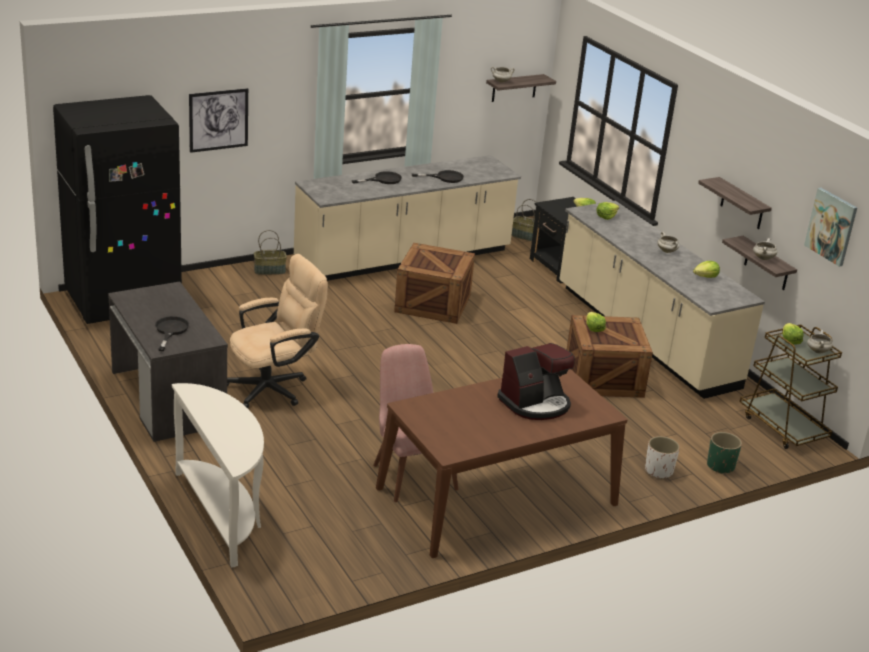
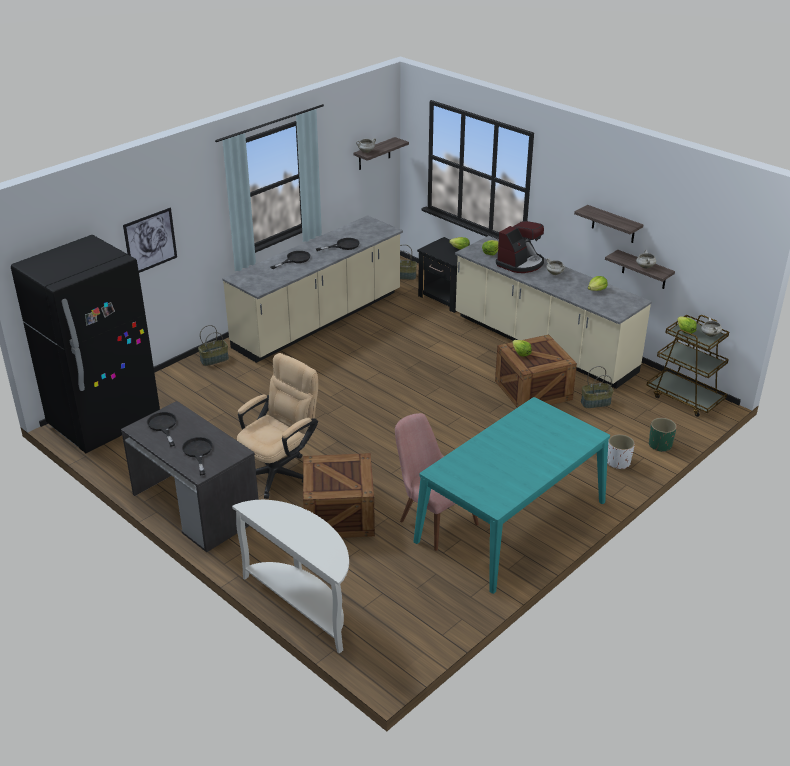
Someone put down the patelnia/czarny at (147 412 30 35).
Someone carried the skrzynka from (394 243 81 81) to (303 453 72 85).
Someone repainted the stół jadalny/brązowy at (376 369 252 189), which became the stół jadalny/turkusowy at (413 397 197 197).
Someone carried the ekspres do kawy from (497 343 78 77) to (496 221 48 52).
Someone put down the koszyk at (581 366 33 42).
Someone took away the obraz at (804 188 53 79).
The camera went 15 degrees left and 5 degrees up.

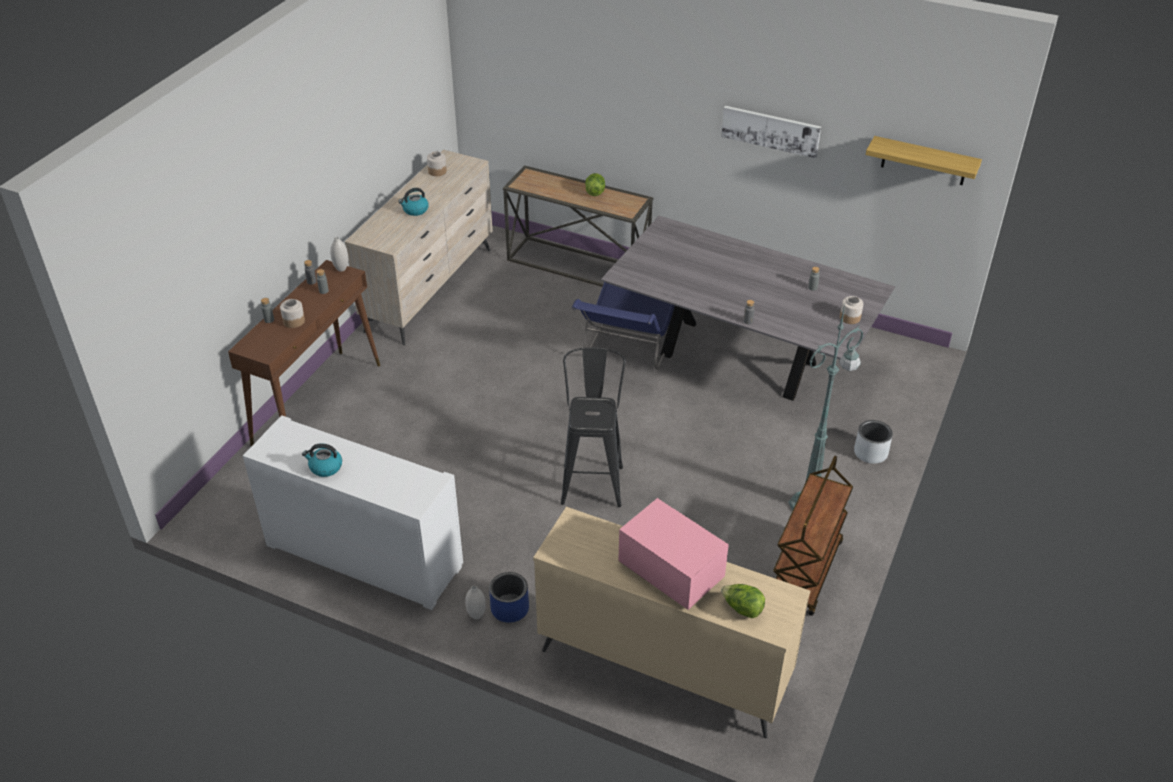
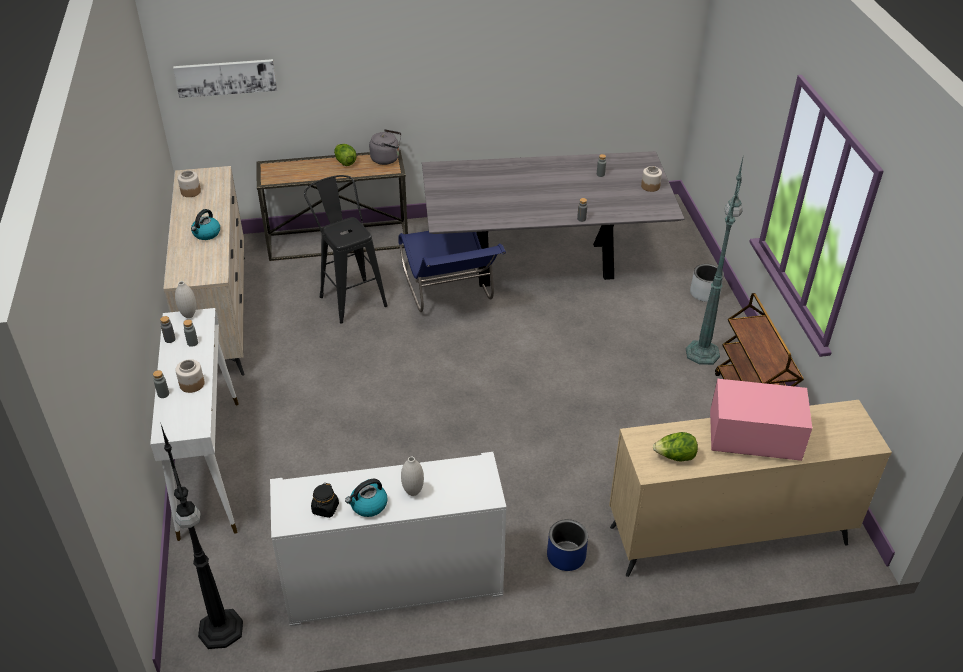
Someone repainted the stolik konsolowy/brązowy at (228 260 152 186), which became the stolik konsolowy/biały at (150 308 89 233).
Someone put down the lampa stojąca/czarny at (161 425 82 224).
Someone carried the obraz from (721 106 100 52) to (173 59 104 39).
Someone carried the stołek/czarny from (561 348 65 159) to (304 175 84 149).
Someone put down the słoik/czarny at (311 483 28 35).
Someone put down the czajnik/szary at (369 129 32 36).
Someone carried the wazon/biały from (465 586 21 33) to (401 456 23 40).
Someone carried the sałata from (721 584 44 34) to (653 432 45 29).
Someone took away the półka at (866 136 116 49).
The camera went 35 degrees left and 0 degrees up.

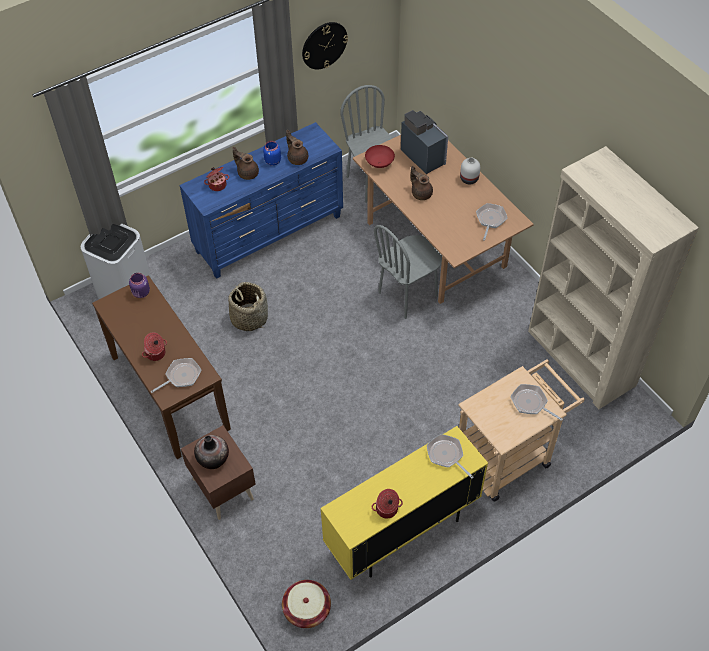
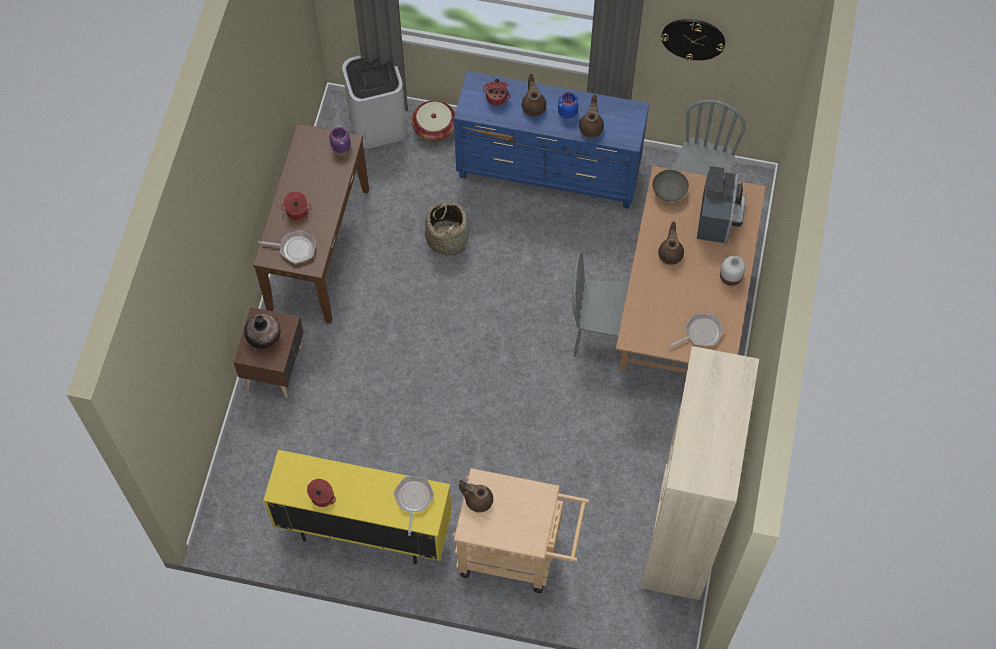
Someone carried the koszyk from (282 580 49 48) to (412 100 43 41).
Someone put down the imbryk/brązowy at (459 480 34 33).
Someone repainted the miska/czerwony at (365 145 30 23), which became the miska/szary at (652 170 37 32).
Someone took away the patelnia at (511 384 52 37).
The camera went 45 degrees right and 10 degrees up.

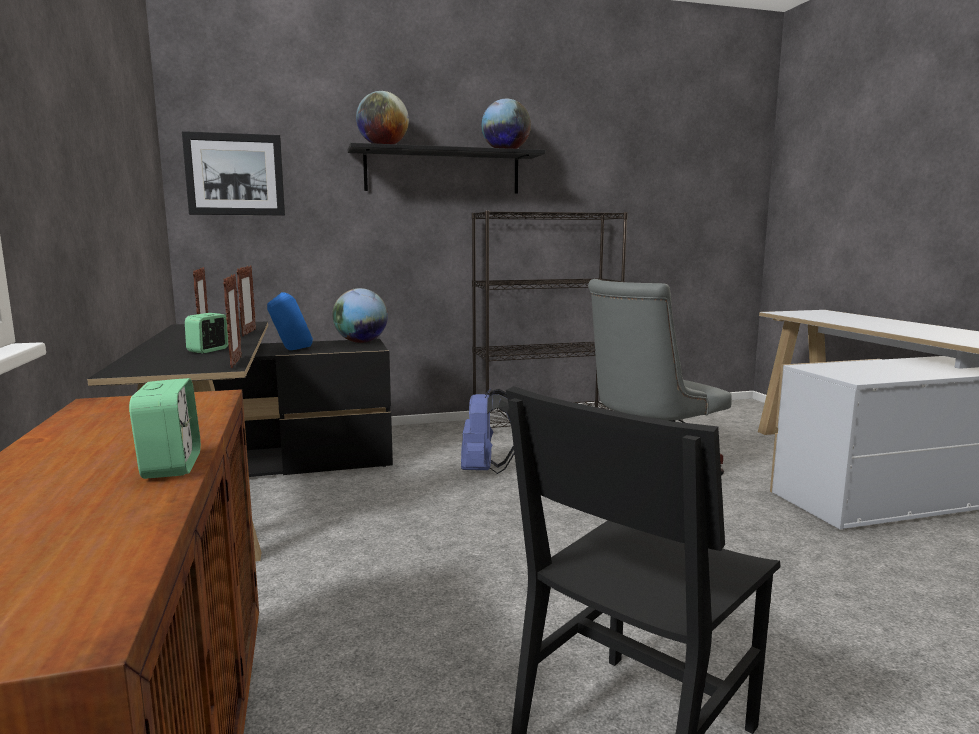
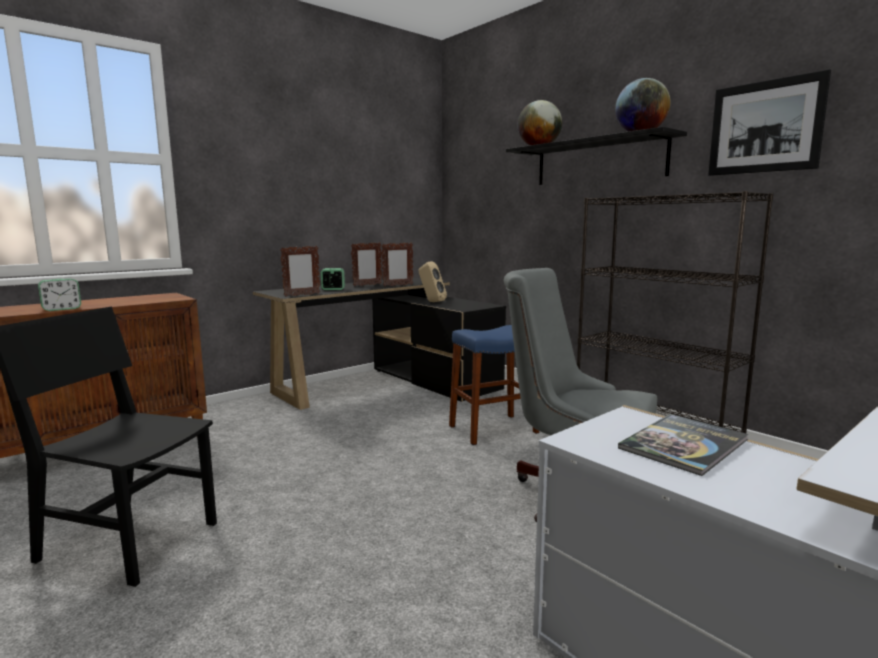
Someone repainted the głośnik/niebieski at (267 292 46 58), which became the głośnik/beżowy at (418 262 29 40).
Someone swapped the plecak/niebieski at (461 388 53 86) for the stołek/niebieski at (449 325 90 120).
Someone put down the książka at (618 414 131 62).
Someone carried the obraz from (182 131 103 84) to (708 69 123 107).
Someone took away the globus at (332 288 56 55).
The camera went 65 degrees right and 0 degrees up.

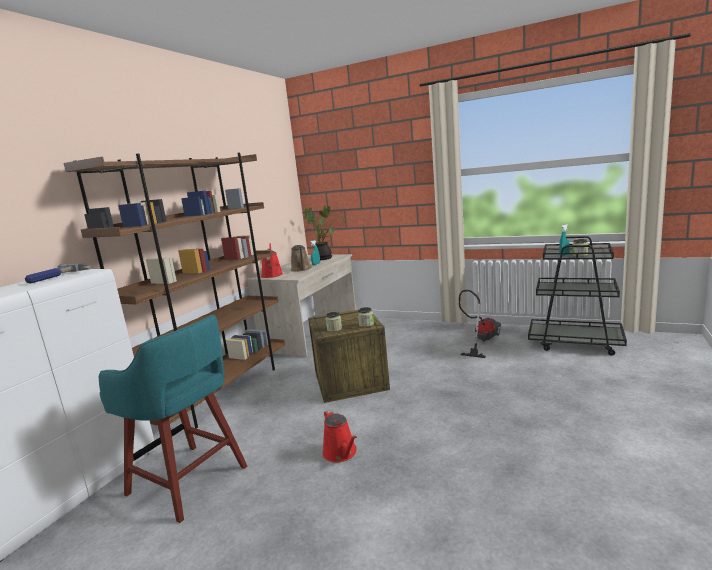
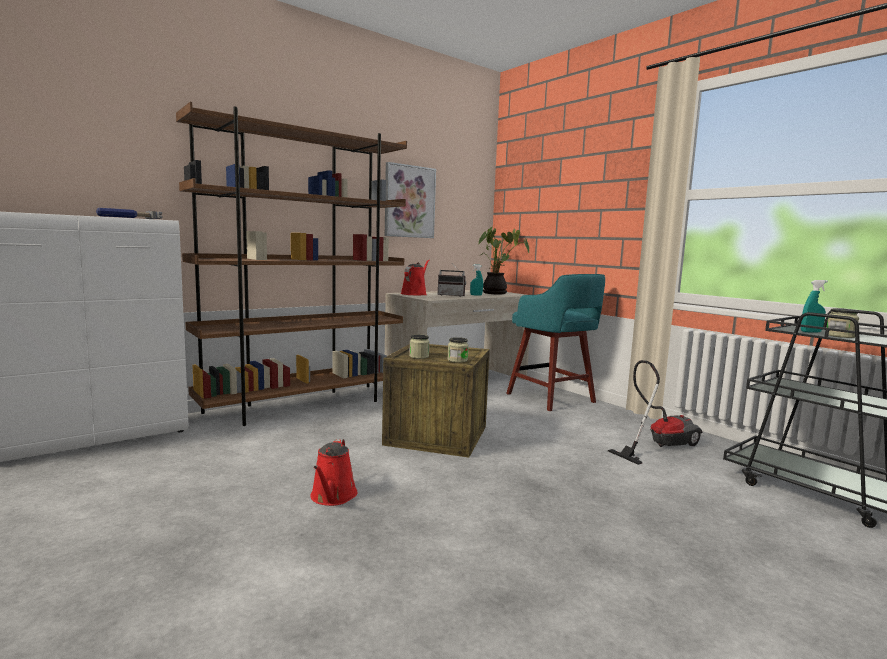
Someone put up the obraz at (385 162 51 76).
Someone swapped the konewka/brązowy at (291 245 20 27) for the radio at (438 268 28 29).
Someone carried the stołek/turkusowy from (98 314 149 209) to (506 274 99 137).
The camera went 25 degrees right and 5 degrees down.

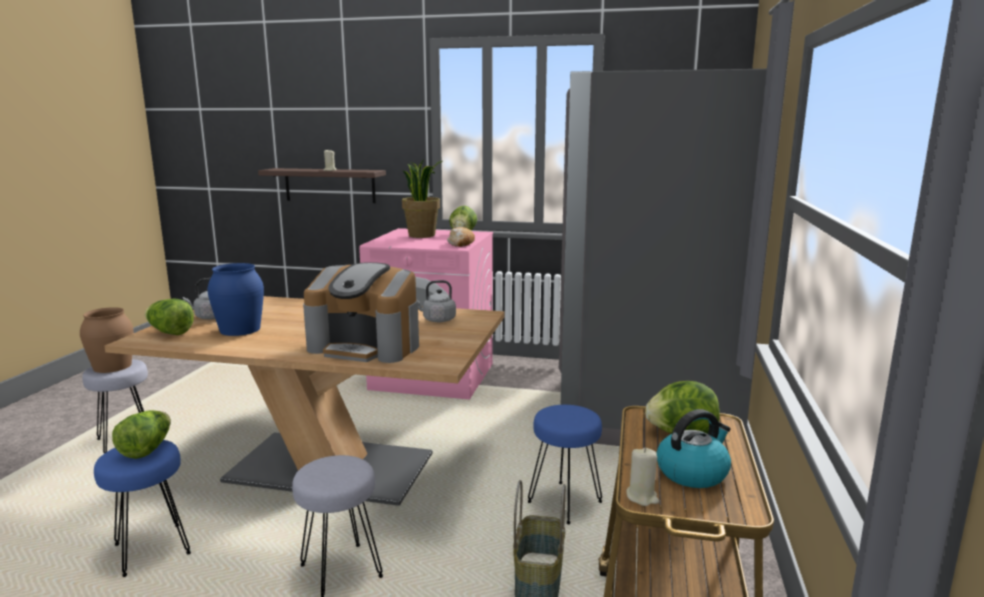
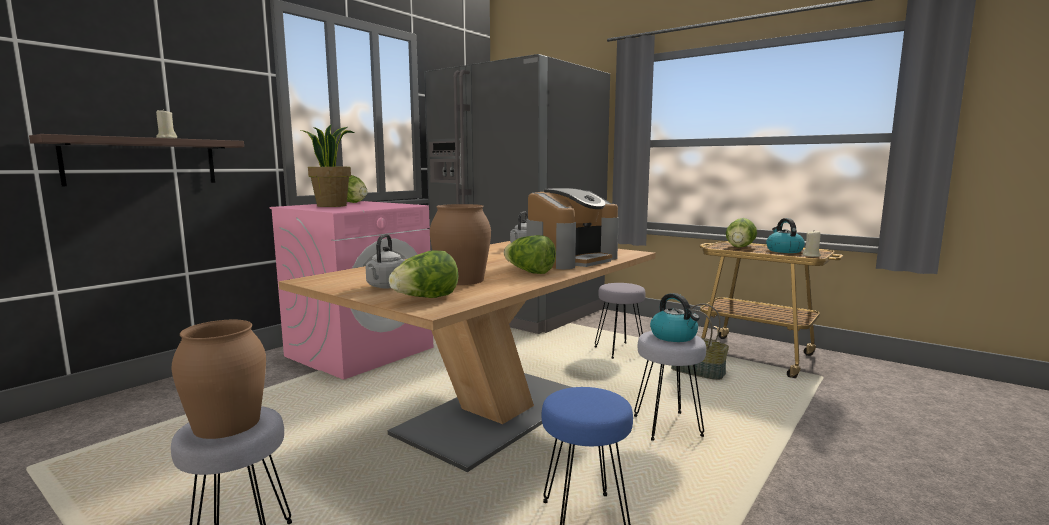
Someone repainted the wazon/niebieski at (207 263 57 73), which became the wazon/brązowy at (430 204 61 81).
Someone carried the sałata from (112 410 59 49) to (504 235 52 39).
Someone repainted the stołek/niebieski at (528 405 74 119), which became the stołek/szary at (595 283 51 76).
Someone put down the czajnik at (650 293 50 49).
Someone took away the chleb at (447 227 28 20).
The camera went 65 degrees left and 5 degrees down.

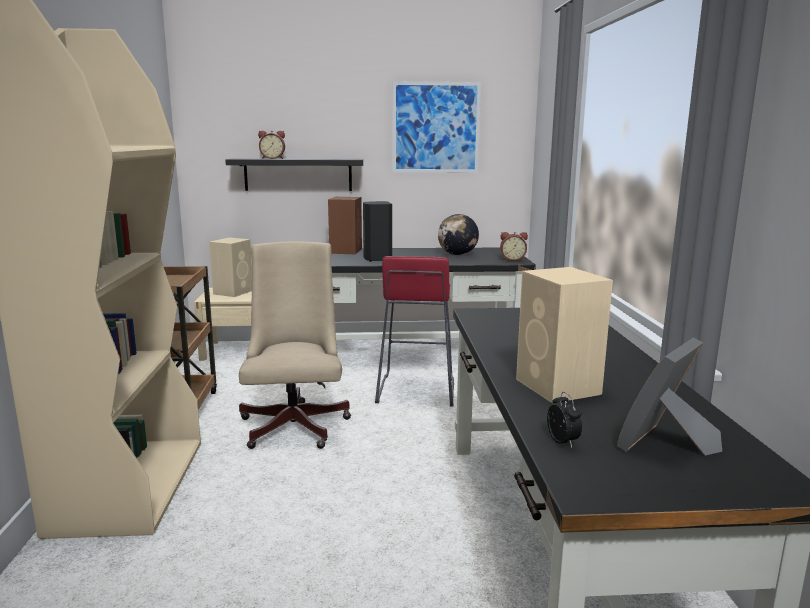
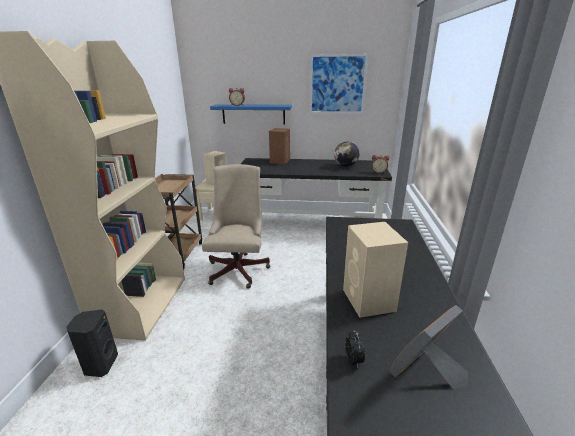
Someone carried the głośnik/czarny from (363 201 29 61) to (67 309 51 68).
Someone repainted the półka/czarny at (225 158 138 33), which became the półka/niebieski at (210 104 82 20).
Someone took away the stołek/czerwony at (375 256 79 151).
The camera went 10 degrees right and 10 degrees up.

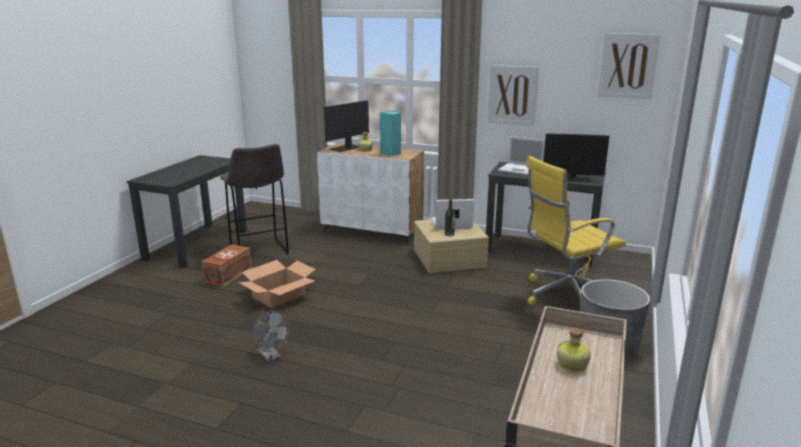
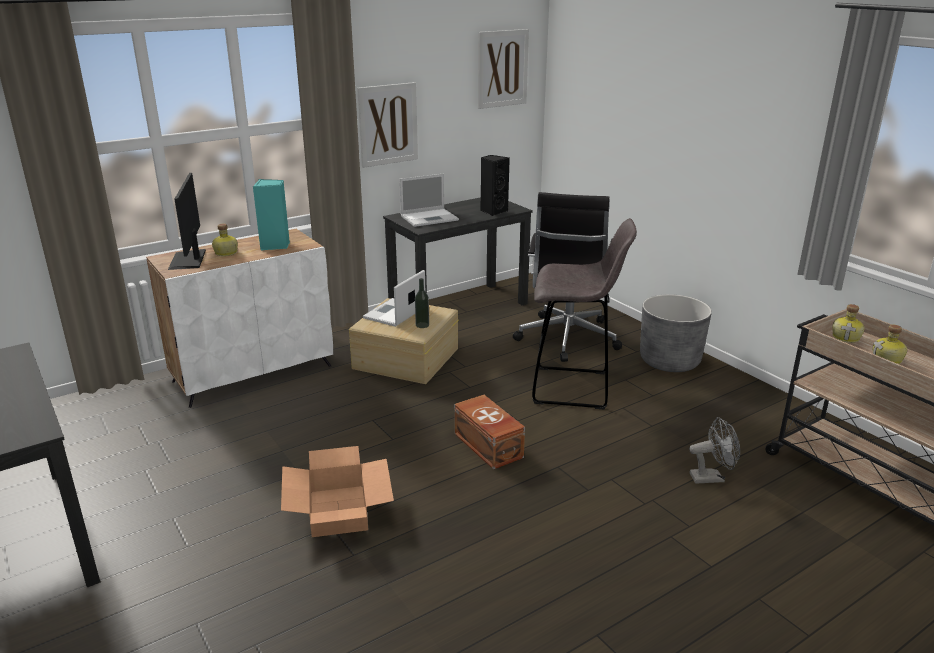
Someone carried the pojemnik do przechowywania/brązowy from (202 245 50 42) to (454 395 71 74).
Someone swapped the monitor at (543 133 66 49) for the głośnik/czarny at (480 155 30 61).
Someone repainted the krzesło biurowe/żółty at (526 156 100 149), which became the krzesło biurowe/czarny at (513 192 109 170).
Someone carried the stołek/szary from (220 144 69 110) to (532 218 105 191).
Someone carried the wentylator/szary from (252 311 38 51) to (689 417 51 67).
Someone put down the butelka at (832 304 32 39).
The camera went 55 degrees left and 5 degrees up.

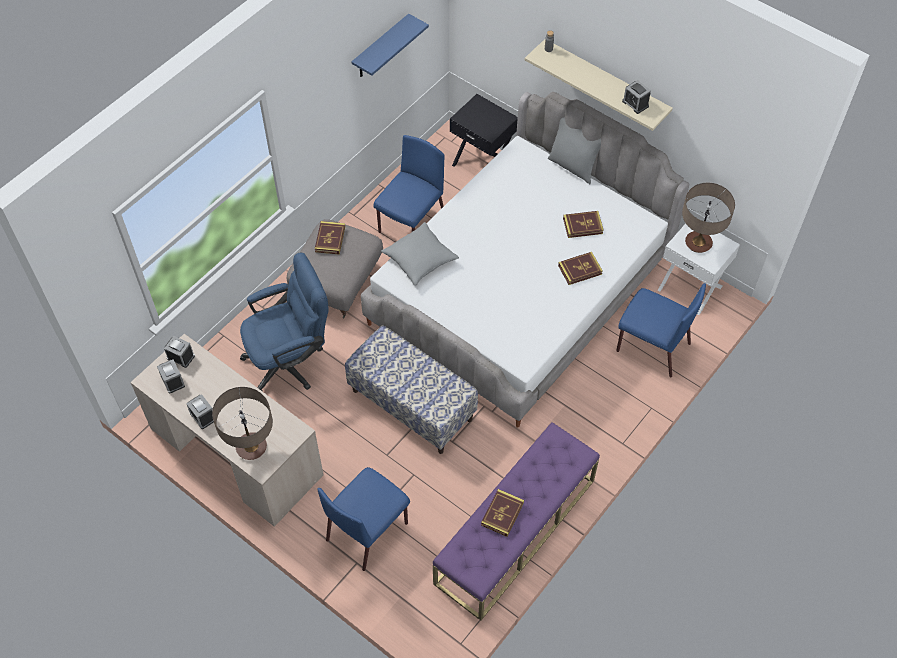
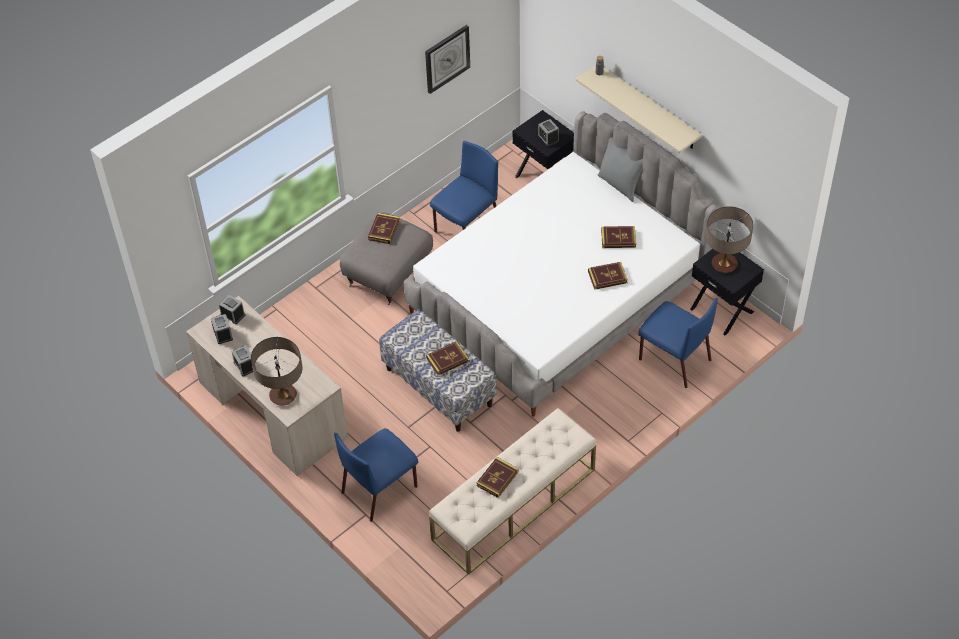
Someone swapped the półka/niebieski at (351 14 78 63) for the zegar ścienny at (425 25 45 69).
Someone put down the książka at (426 341 43 34).
Someone repainted the ławka/fioletowy at (433 422 167 199), which became the ławka/beżowy at (429 408 167 167).
Someone carried the budzik from (622 80 29 34) to (538 119 21 28).
Someone repainted the szafka nocna/biały at (658 223 82 92), which became the szafka nocna/czarny at (690 240 74 95).
Someone took away the krzesło biurowe/niebieski at (240 253 89 139).
Someone took away the poduszka/szary at (381 222 78 64).
The camera went 10 degrees right and 5 degrees down.

